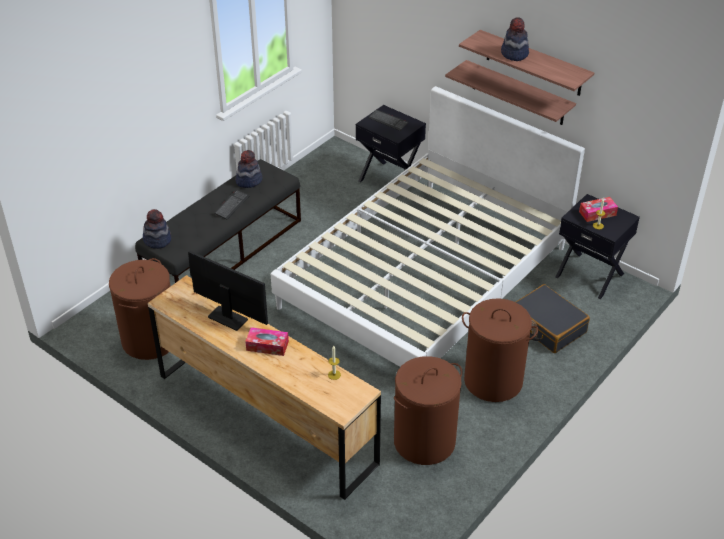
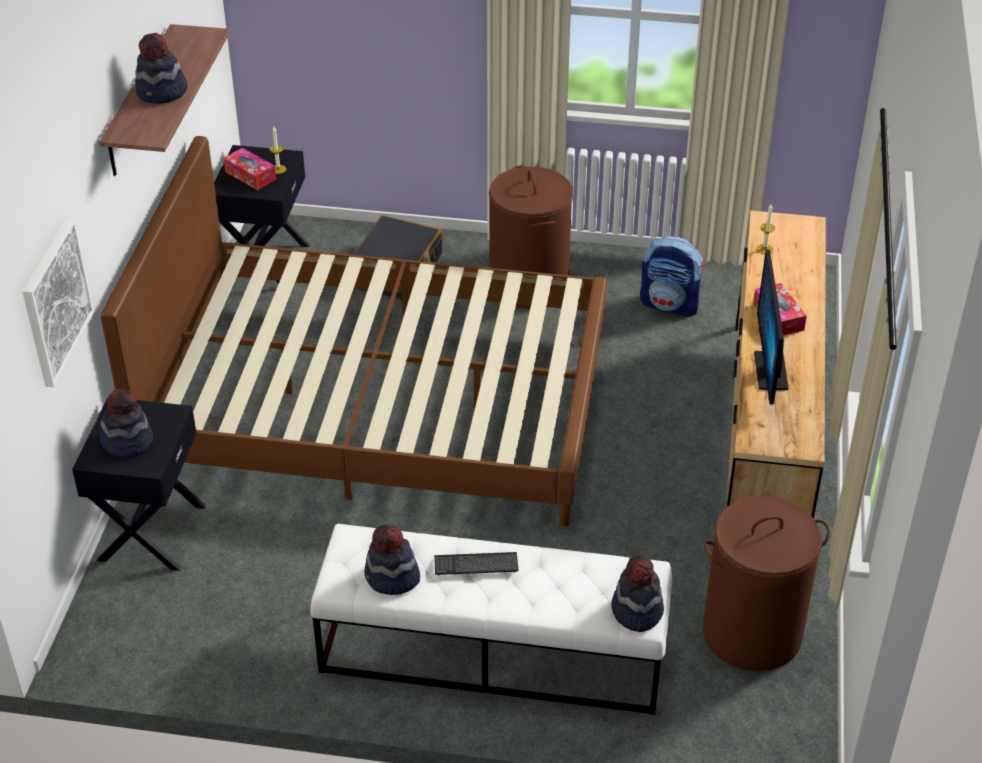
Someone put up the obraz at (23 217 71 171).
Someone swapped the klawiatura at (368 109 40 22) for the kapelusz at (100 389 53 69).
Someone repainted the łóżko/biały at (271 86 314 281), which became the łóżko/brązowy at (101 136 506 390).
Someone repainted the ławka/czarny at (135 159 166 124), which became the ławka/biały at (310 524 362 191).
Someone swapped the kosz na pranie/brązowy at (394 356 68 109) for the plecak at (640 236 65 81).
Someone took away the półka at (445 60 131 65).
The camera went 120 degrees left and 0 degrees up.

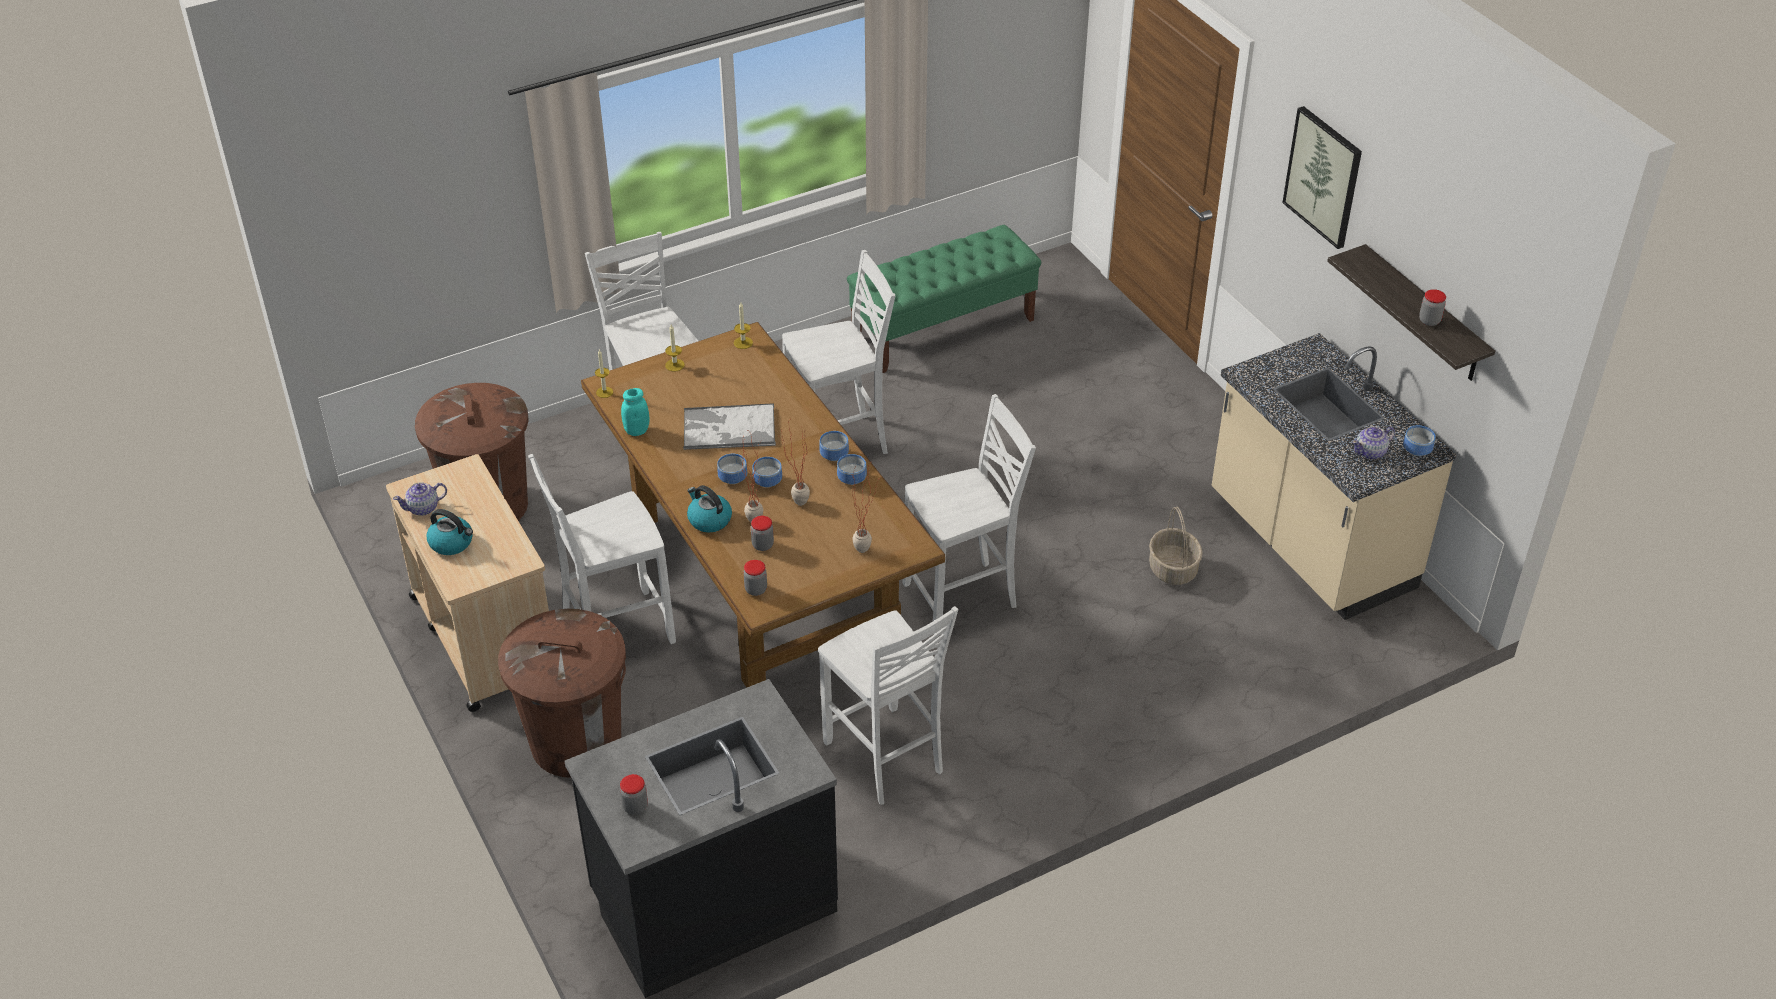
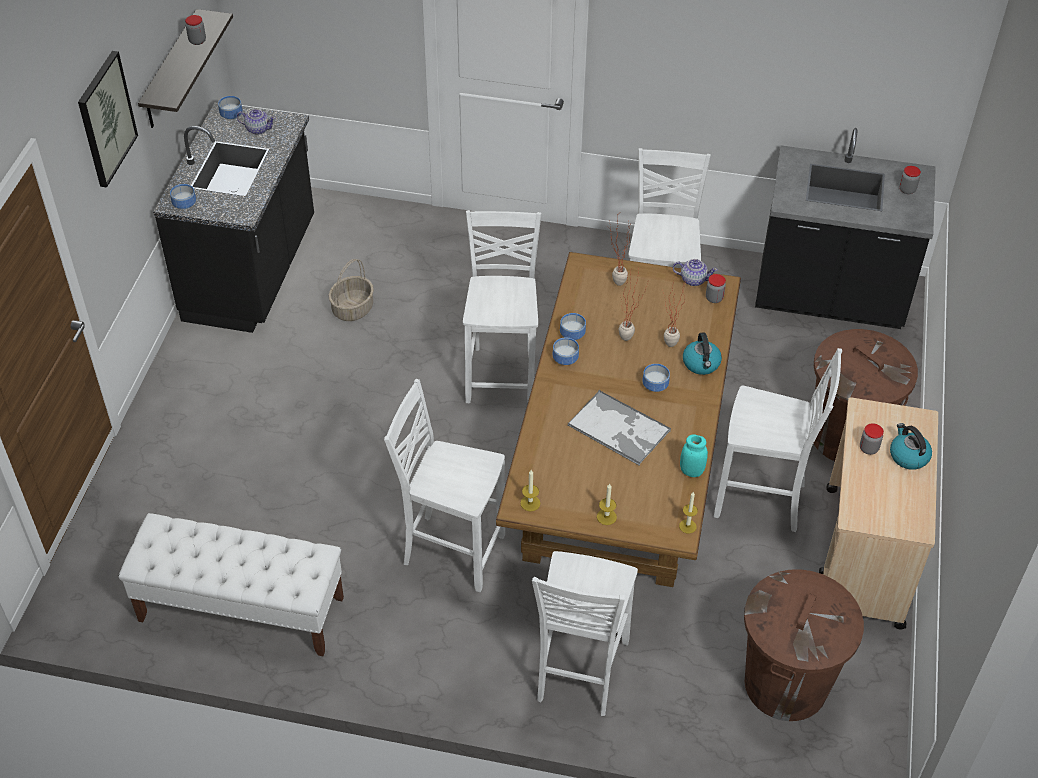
Someone repainted the ławka/zielony at (847 225 194 148), which became the ławka/biały at (118 513 226 143).
Someone repainted the zabudowa kuchenna/beżowy at (1211 333 245 287), which became the zabudowa kuchenna/czarny at (153 102 161 231).
Someone carried the miska from (752 457 30 31) to (170 184 26 26).
Someone rotated the krzesło/biały at (902 394 134 240) by 75 degrees clockwise.
Someone carried the imbryk from (393 482 54 34) to (673 259 45 27).
Someone carried the słoik from (751 516 23 35) to (860 423 24 32).
The camera went 140 degrees left and 5 degrees up.

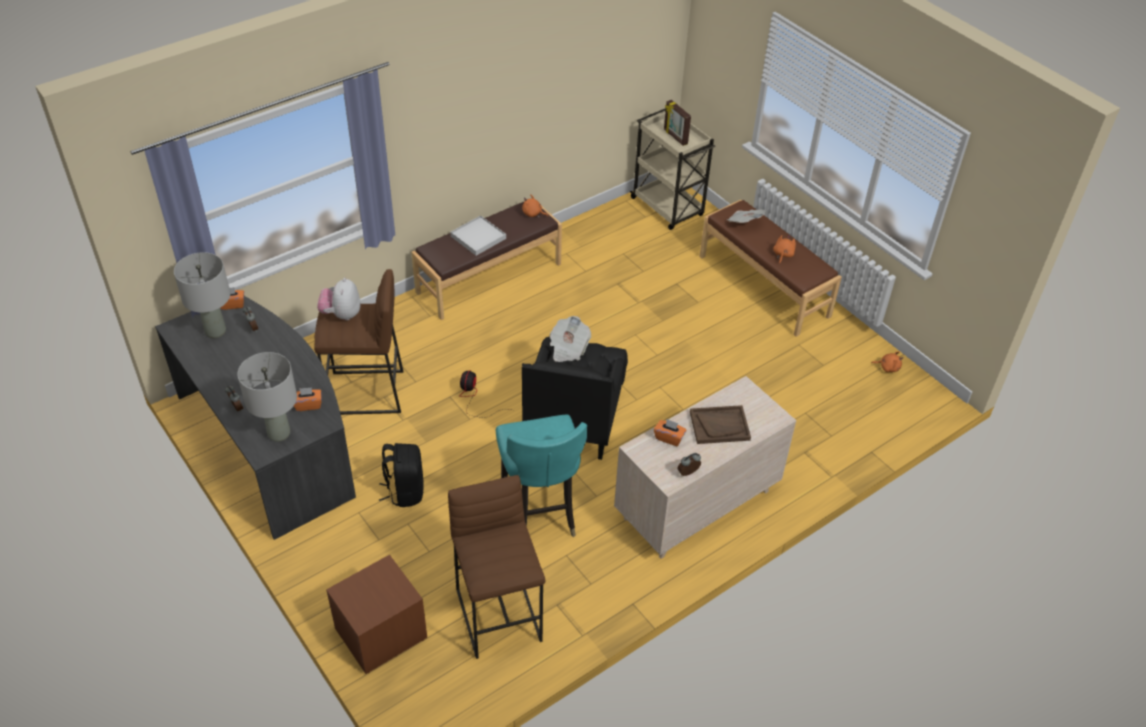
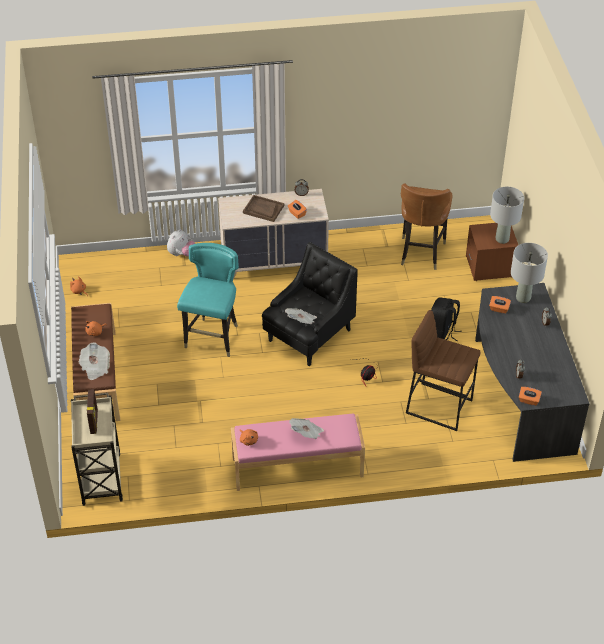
Someone carried the pluszak from (317 278 44 42) to (167 229 29 28).
Someone carried the krzesło/turkusowy from (496 415 91 122) to (177 243 62 114).
Someone repainted the ławka/brązowy at (411 202 151 118), which became the ławka/różowy at (231 413 134 78).
Someone swapped the taca/biały at (451 215 55 41) for the gazeta at (289 418 35 21).
Someone swapped the stołek/brązowy at (448 475 97 184) for the krzesło/brązowy at (401 183 51 87).
Someone carried the lampa stołowa/szary from (174 252 56 86) to (490 187 34 57).
The camera went 150 degrees left and 0 degrees up.

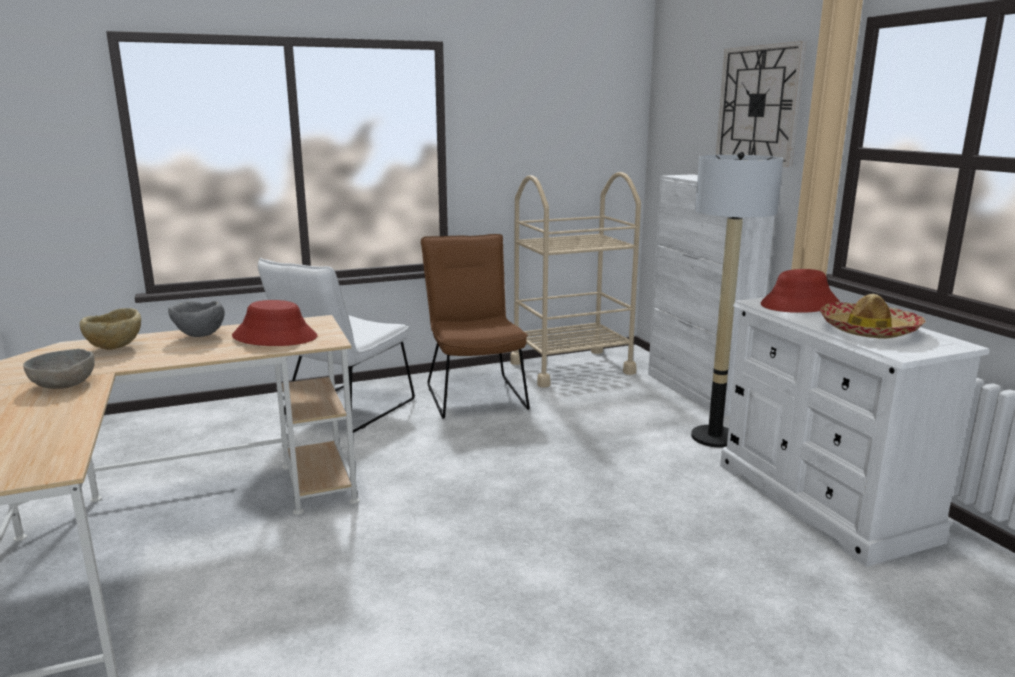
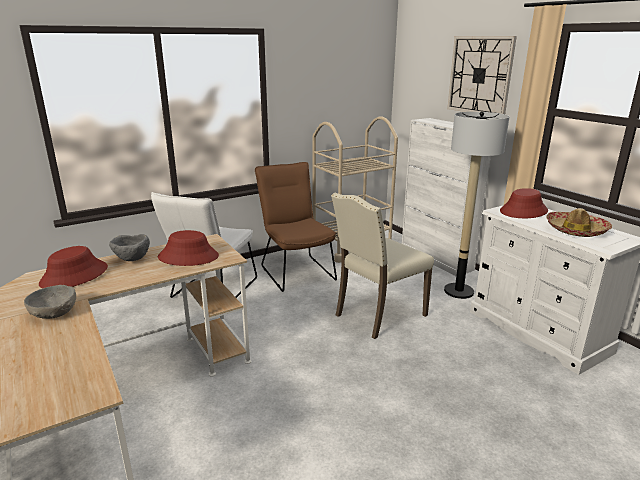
Someone swapped the miska/beżowy at (80 308 61 42) for the kapelusz/czerwony at (39 246 69 42).
Someone put down the krzesło/beżowy at (331 193 103 146).
The camera went 10 degrees left and 5 degrees up.

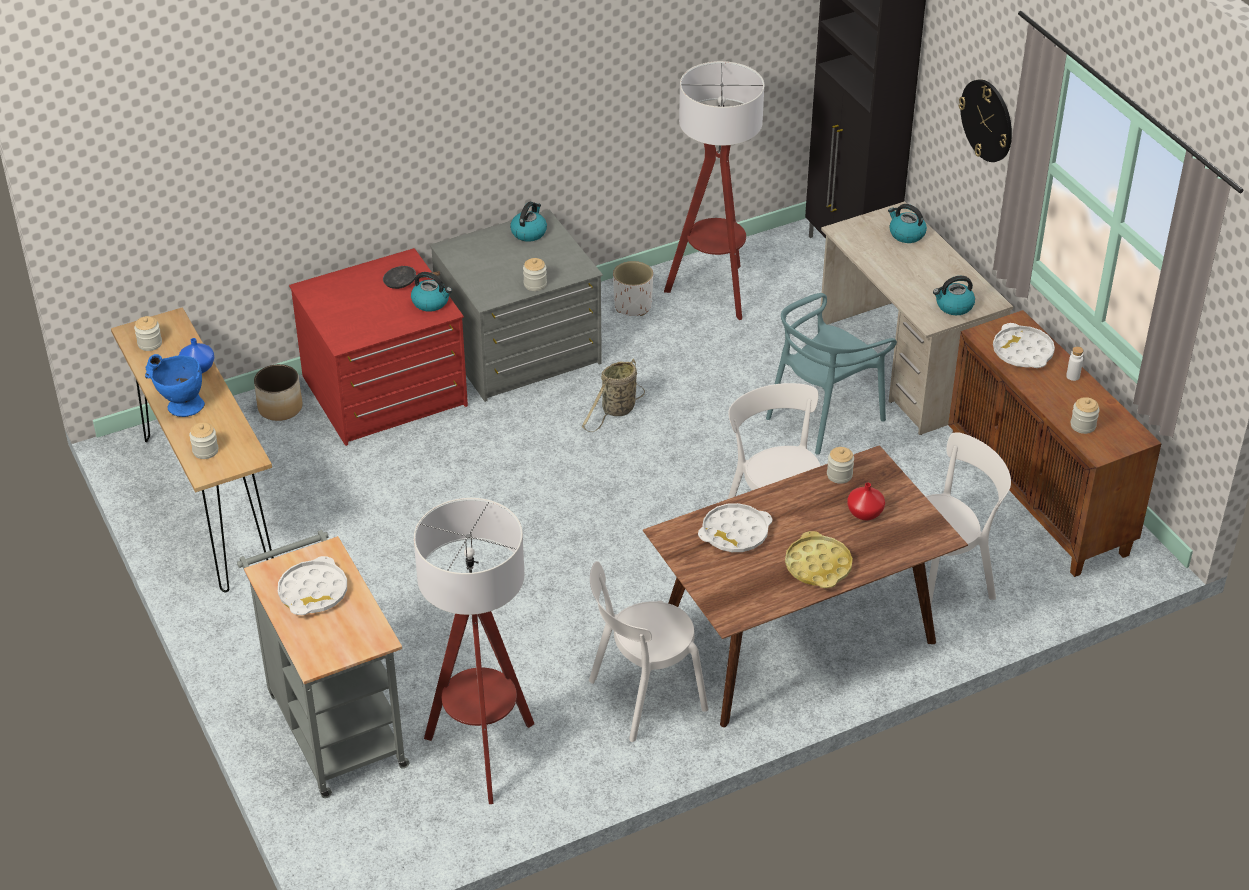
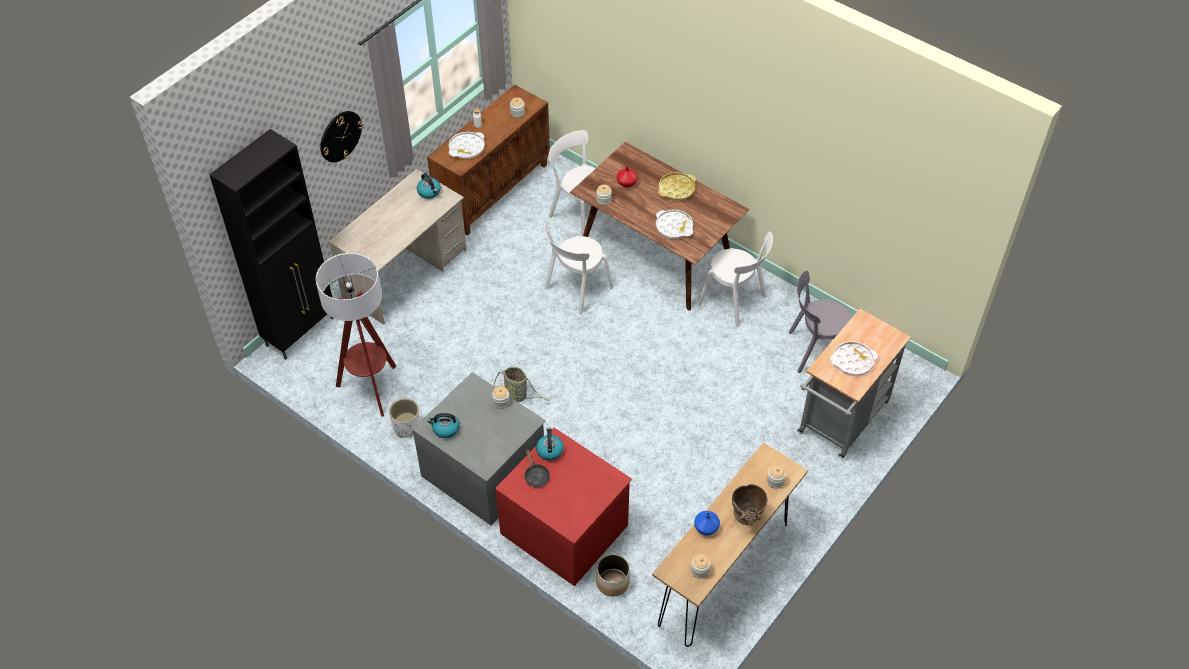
Someone repainted the wazon/niebieski at (145 354 60 63), which became the wazon/beżowy at (732 484 36 41).
Someone swapped the lampa stojąca at (414 498 120 306) for the krzesło/szary at (789 270 62 103).
Someone took away the krzesło/turkusowy at (766 293 131 161).
Someone took away the czajnik at (888 204 39 39).
The camera went 115 degrees left and 10 degrees up.

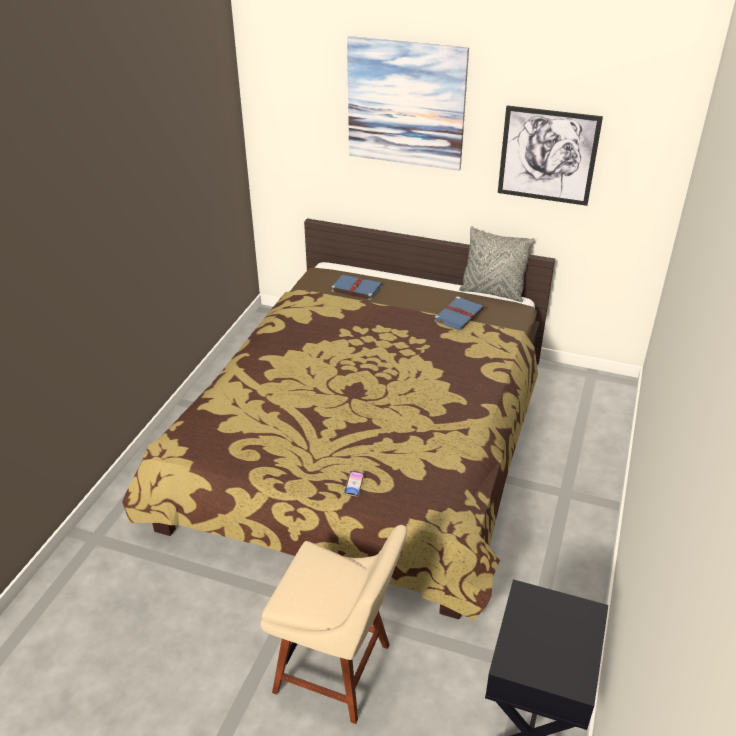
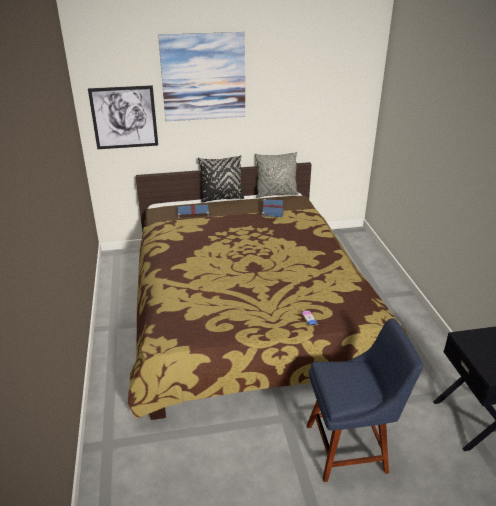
Someone carried the obraz from (498 105 105 101) to (88 85 70 64).
Someone put down the poduszka/czarny at (198 155 46 48).
Someone repainted the krzesło/beżowy at (260 525 147 199), which became the krzesło/niebieski at (307 318 116 164).
The camera went 30 degrees left and 5 degrees down.

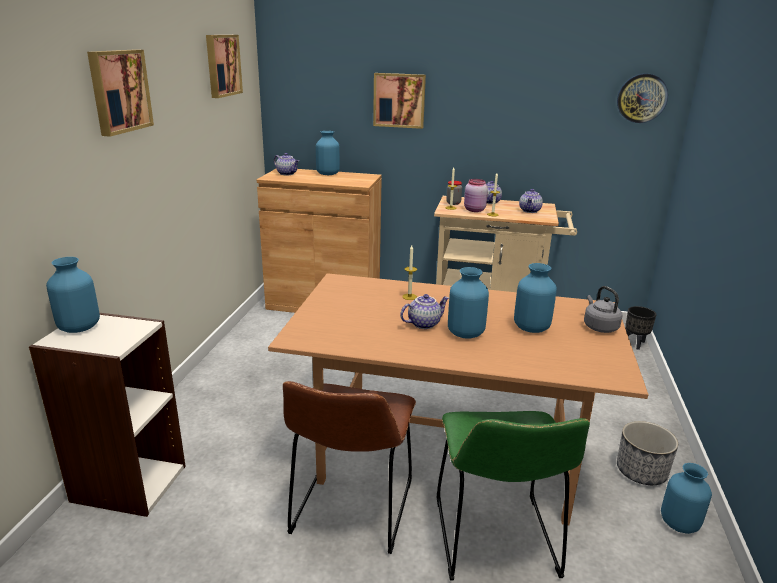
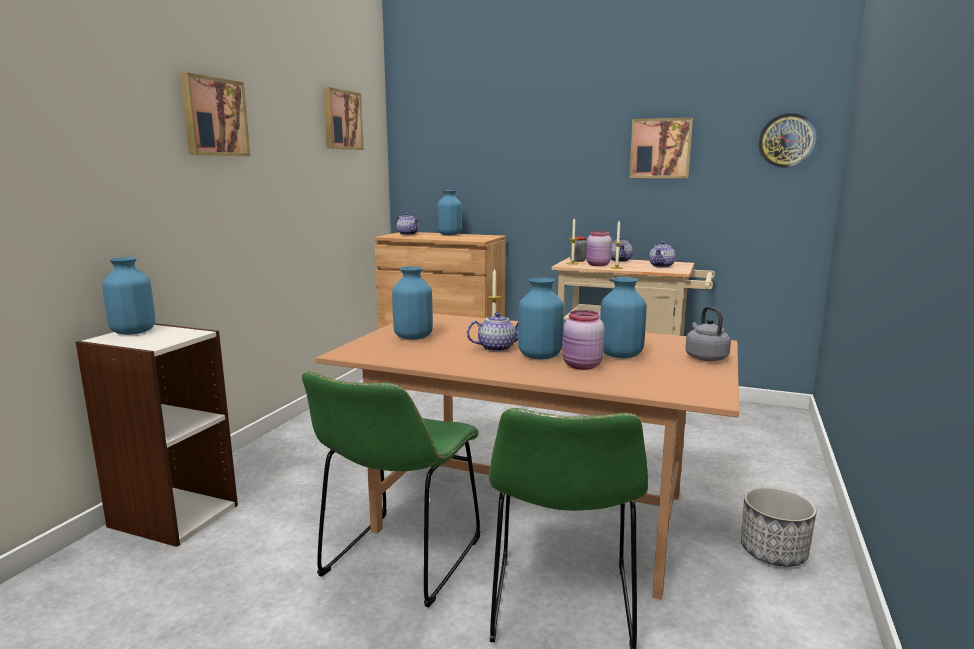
Someone repainted the krzesło/brązowy at (283 381 133 173), which became the krzesło/zielony at (302 371 179 236).
Someone carried the wazon/niebieski from (661 463 51 71) to (392 266 41 74).
Someone put down the słoik/różowy at (562 310 43 60).
Someone carried the obraz from (373 73 53 56) to (629 117 64 61).
Someone took away the donica/czarny at (625 306 31 44).
The camera went 10 degrees right and 10 degrees down.

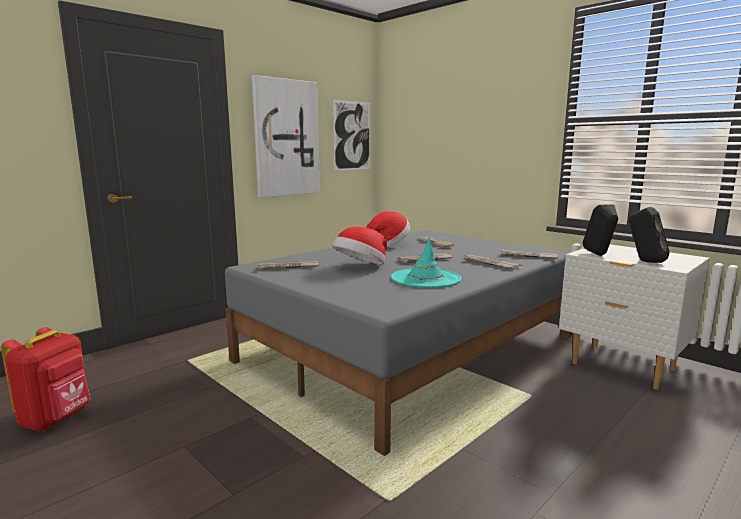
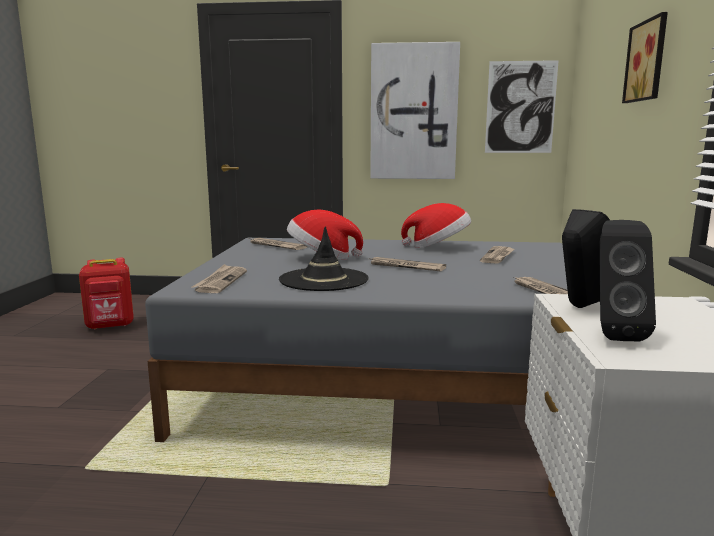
Someone carried the gazeta from (464 255 59 15) to (192 264 55 29).
Someone repainted the kapelusz/turkusowy at (391 237 70 51), which became the kapelusz/czarny at (279 226 90 65).
Someone put up the obraz at (622 12 46 91).
The camera went 50 degrees right and 0 degrees up.

